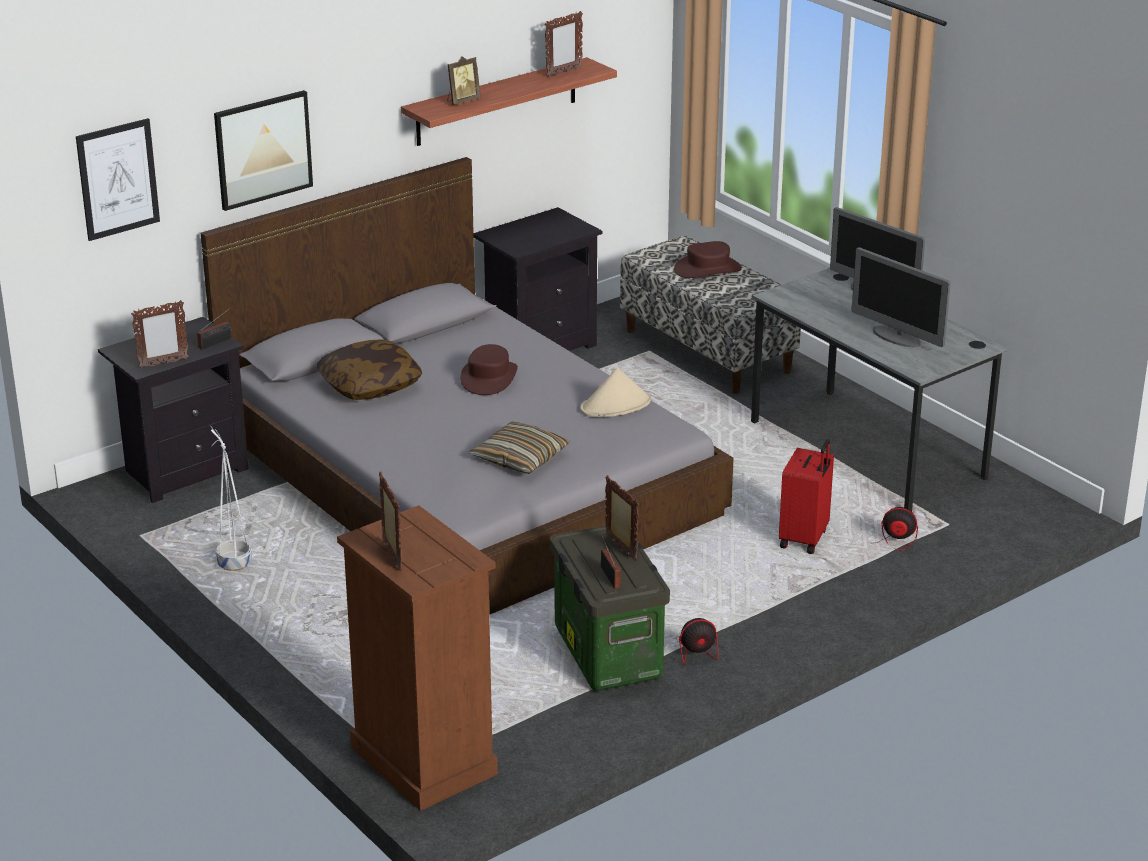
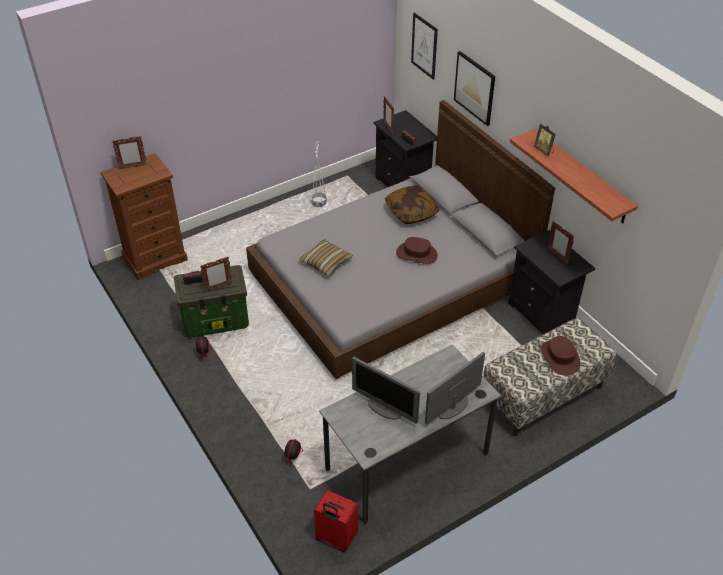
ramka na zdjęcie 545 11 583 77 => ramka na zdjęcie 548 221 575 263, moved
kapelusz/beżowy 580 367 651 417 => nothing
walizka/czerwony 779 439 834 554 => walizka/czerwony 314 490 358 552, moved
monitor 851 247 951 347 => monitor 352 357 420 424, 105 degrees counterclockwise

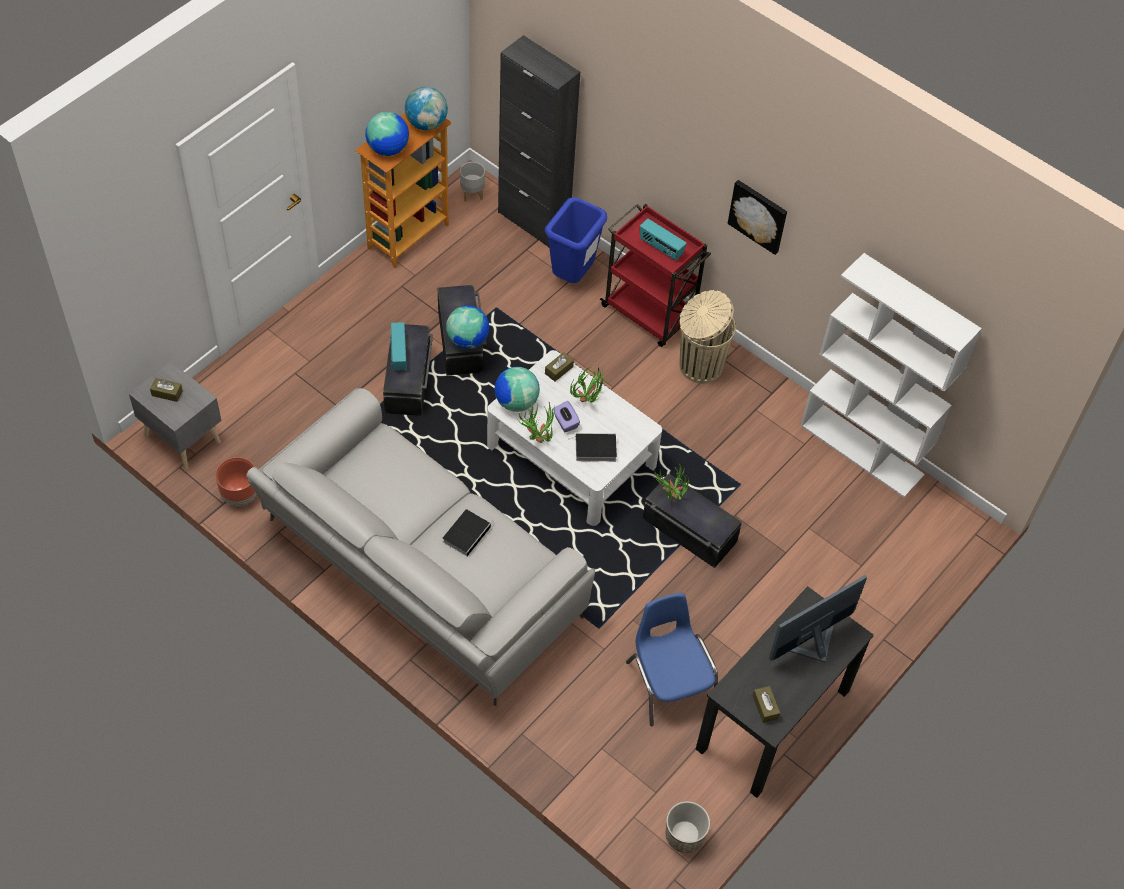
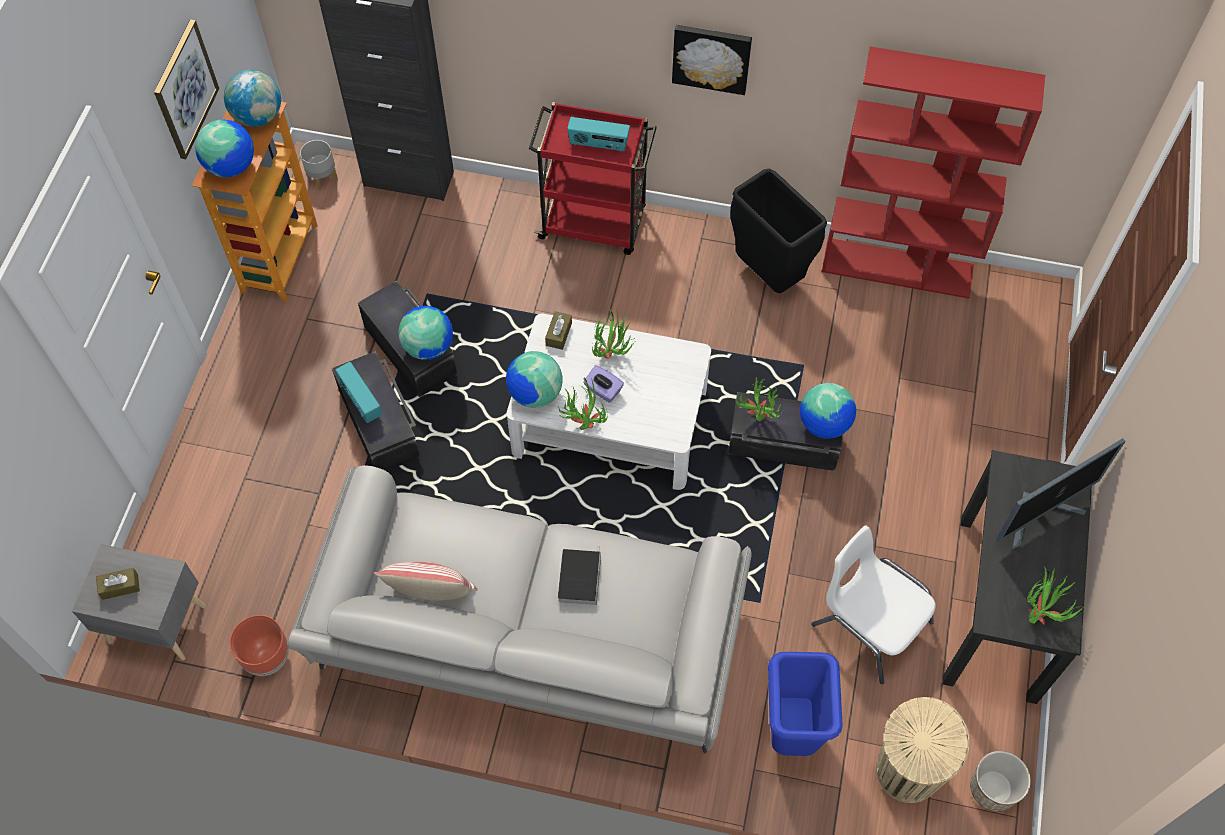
kosz na śmieci/niebieski 545 197 607 283 => kosz na śmieci/niebieski 768 652 843 756, moved
książka 568 433 617 462 => nothing
krzesło/niebieski 626 593 718 726 => krzesło/biały 811 525 936 684
kosz na śmieci/beżowy 679 290 736 384 => kosz na śmieci/beżowy 877 697 970 803, moved
pudełko chusteczek/brązowy 753 686 780 723 => roślina doniczkowa 1027 566 1085 625
monitor 769 575 867 662 => monitor 996 438 1126 549, 150 degrees counterclockwise
regał/biały 800 253 982 497 => regał/czerwony 822 46 1045 299
nothing => obraz 154 19 219 159
nothing => poduszka 374 562 477 601
nothing => kosz na śmieci/czarny 730 169 827 294
nothing => globus 800 383 856 439

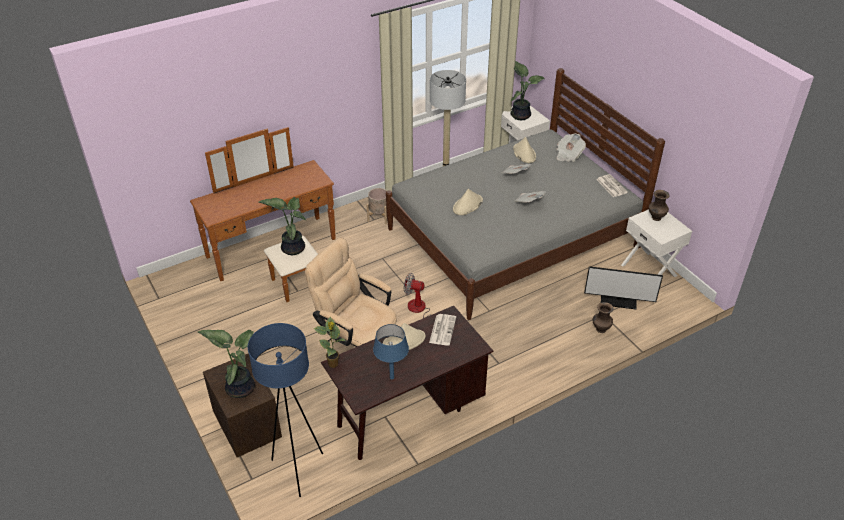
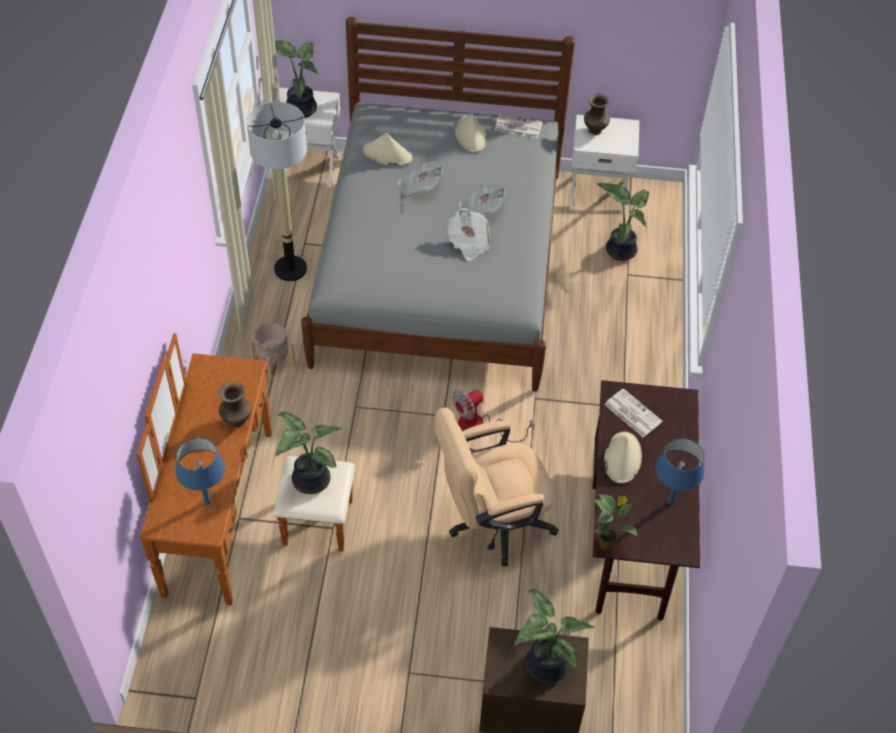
lampa stojąca/niebieski 248 323 323 497 => nothing
kapelusz/beżowy 453 189 483 215 => kapelusz/beżowy 455 114 486 153, moved
gazeta 556 133 586 162 => gazeta 448 208 490 261, moved
monitor 584 266 663 309 => roślina doniczkowa 597 183 649 261
wazon/brązowy 593 302 614 333 => wazon/brązowy 219 382 251 428, moved
nothing => lampa stołowa/niebieski 176 438 225 505

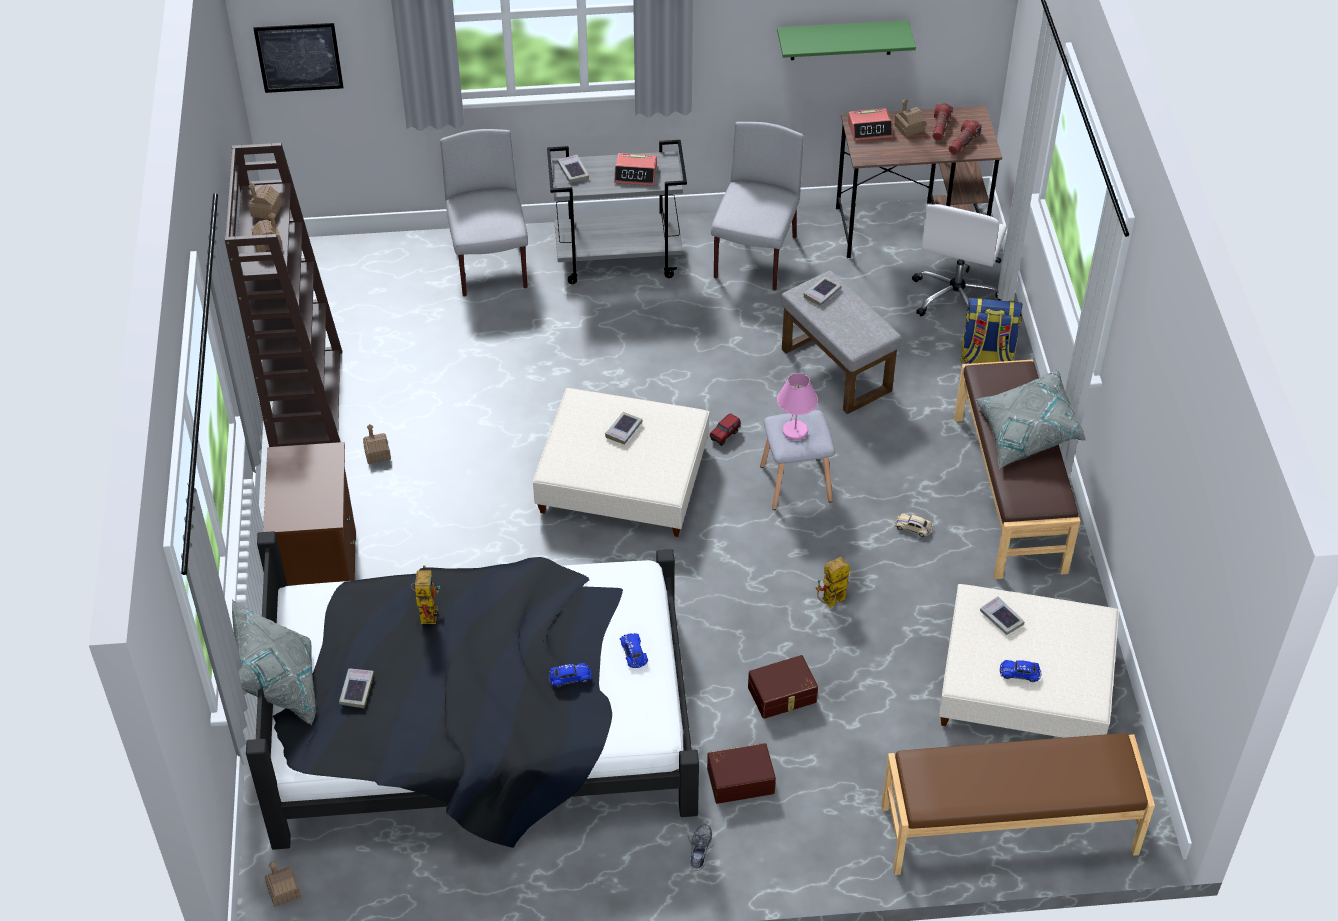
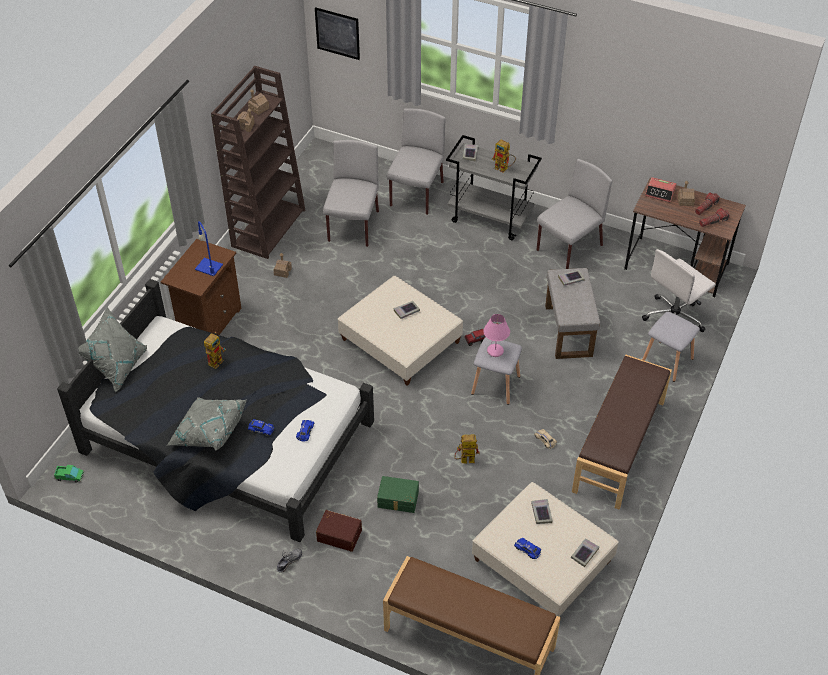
domek 265 862 301 907 => ciężarówka zabawkowa 54 465 84 483
książka 339 669 374 708 => książka 571 538 599 567, moved
budzik 614 153 657 186 => robot zabawkowy 492 139 516 173
pojemnik do przechowywania/brązowy 748 655 818 719 => pojemnik do przechowywania/zielony 377 476 419 513
półka/zielony 777 20 916 60 => nothing
plecak 960 298 1023 364 => stołek/szary 642 312 700 382
poduszka/szary 974 370 1086 469 => poduszka/szary 166 397 247 451, moved
nothing => lampa stołowa/niebieski 195 221 223 276
nothing => krzesło/szary 323 140 379 247

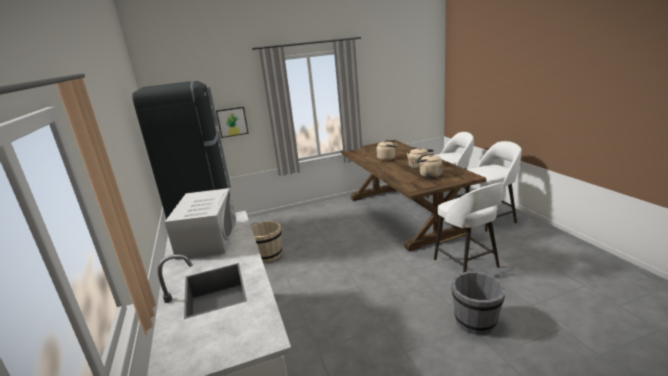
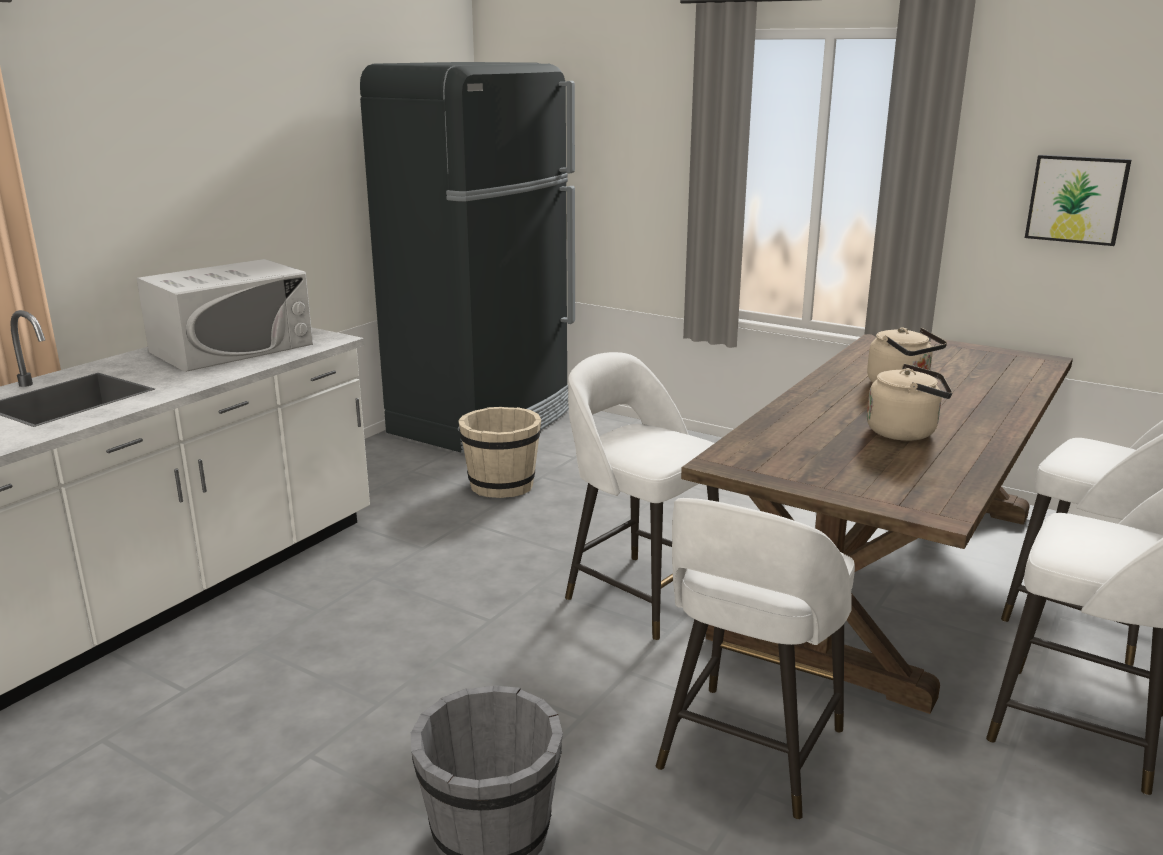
obraz 216 107 249 138 => obraz 1025 155 1132 246, moved
czajnik/beżowy 416 153 443 178 => nothing
nothing => stołek/biały 565 352 719 640

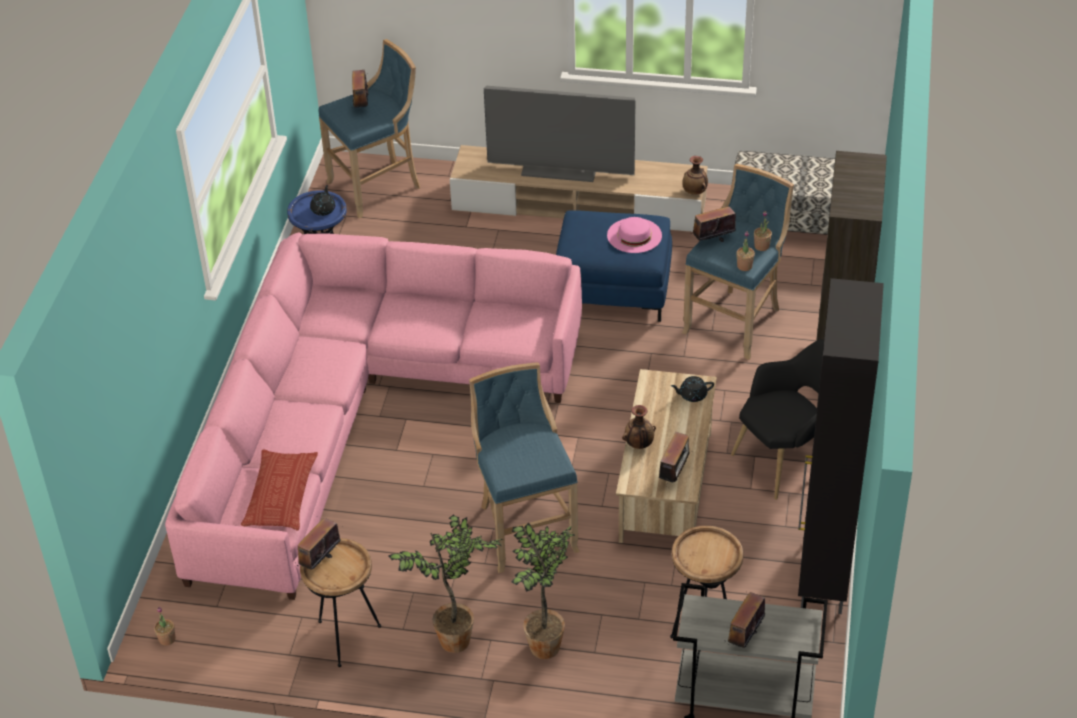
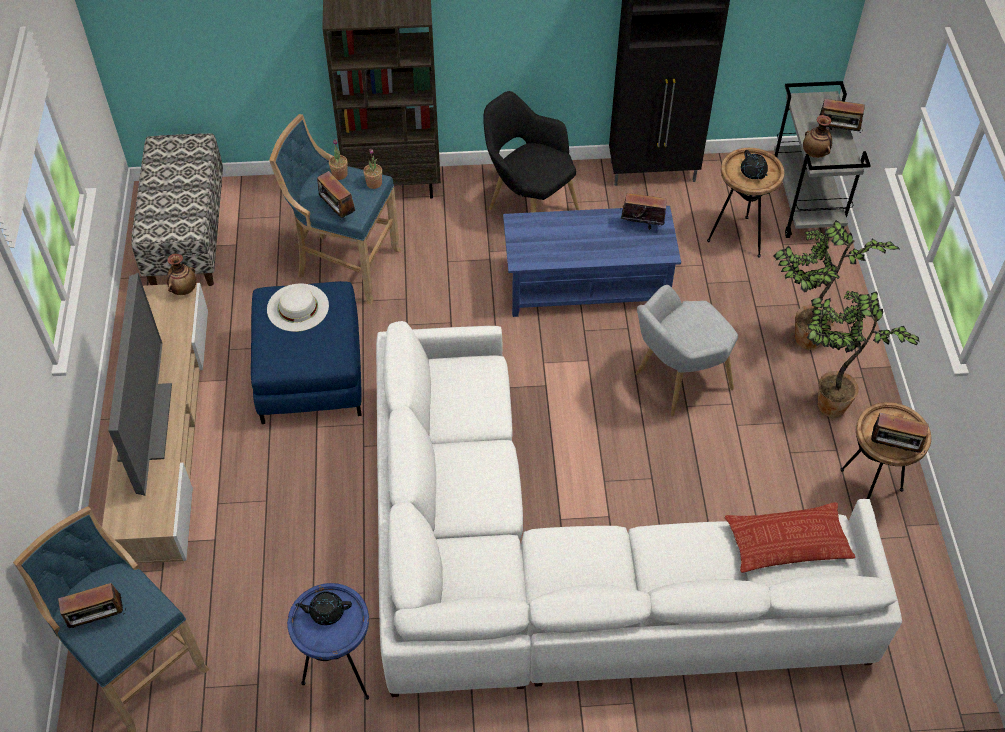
roślina doniczkowa 154 606 175 645 => nothing
kanapa/różowy 165 233 582 600 => kanapa/biały 376 321 902 697
stołek/niebieski 469 362 580 573 => fotel/szary 636 285 738 417
kapelusz/różowy 607 217 662 253 => kapelusz/biały 267 284 329 332
ława/beżowy 616 369 717 543 => ława/niebieski 503 206 681 317
wazon 622 405 656 449 => wazon 803 115 832 158, moved
imbryk/czarny 671 376 714 402 => imbryk/czarny 741 150 768 179, moved

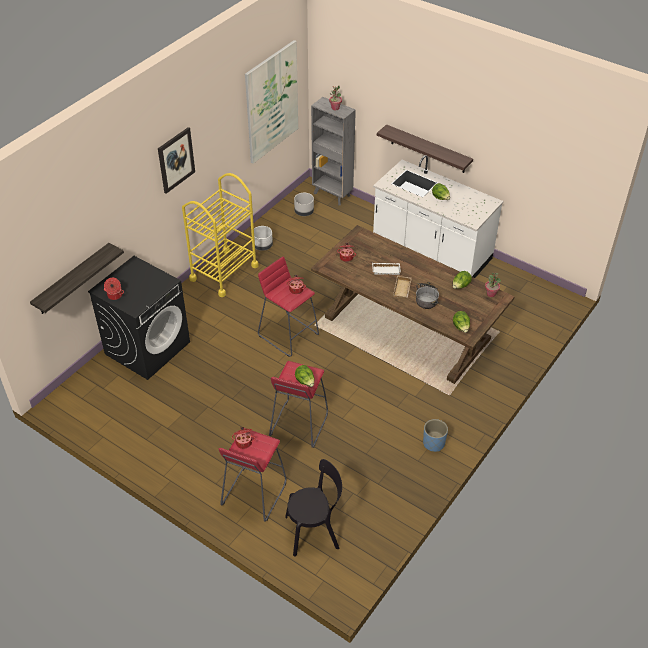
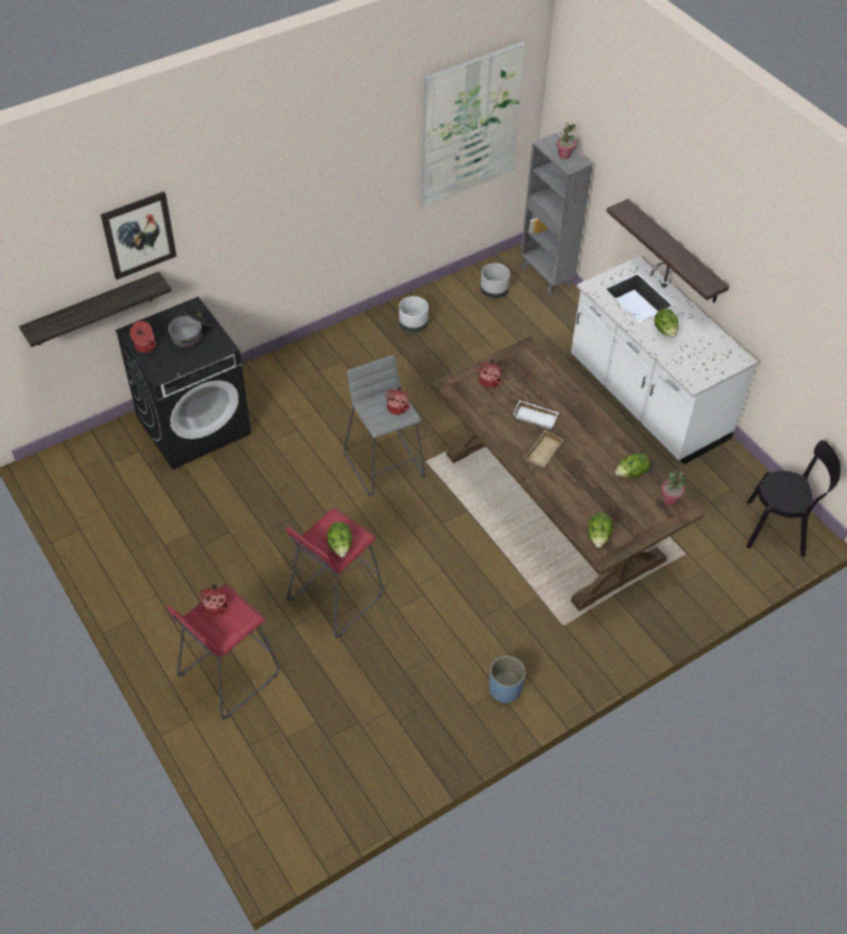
obraz 158 127 195 194 => obraz 101 191 177 280, moved
wózek/żółty 182 173 259 297 => nothing
stołek/czerwony 258 256 319 357 => stołek/szary 343 355 425 496
krzesło/czarny 285 459 342 557 => krzesło/czarny 746 440 841 557, moved
garnek 416 282 439 309 => garnek 168 310 212 349, moved

